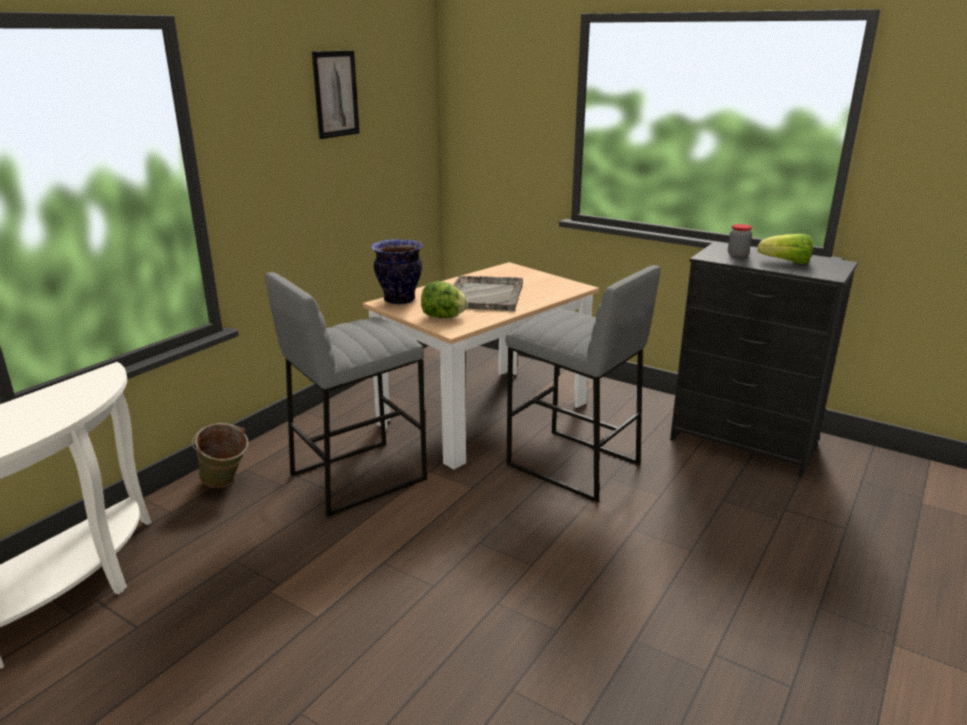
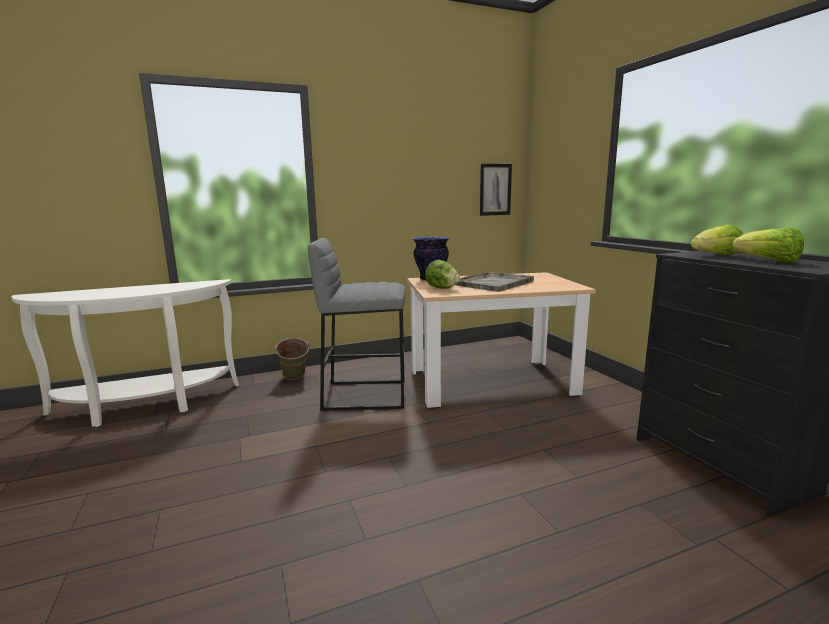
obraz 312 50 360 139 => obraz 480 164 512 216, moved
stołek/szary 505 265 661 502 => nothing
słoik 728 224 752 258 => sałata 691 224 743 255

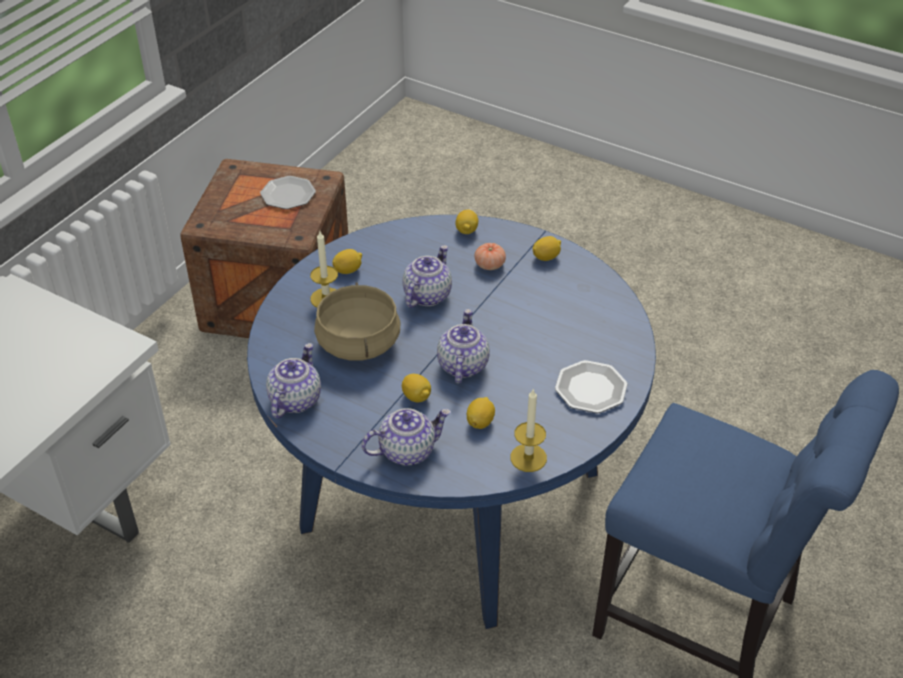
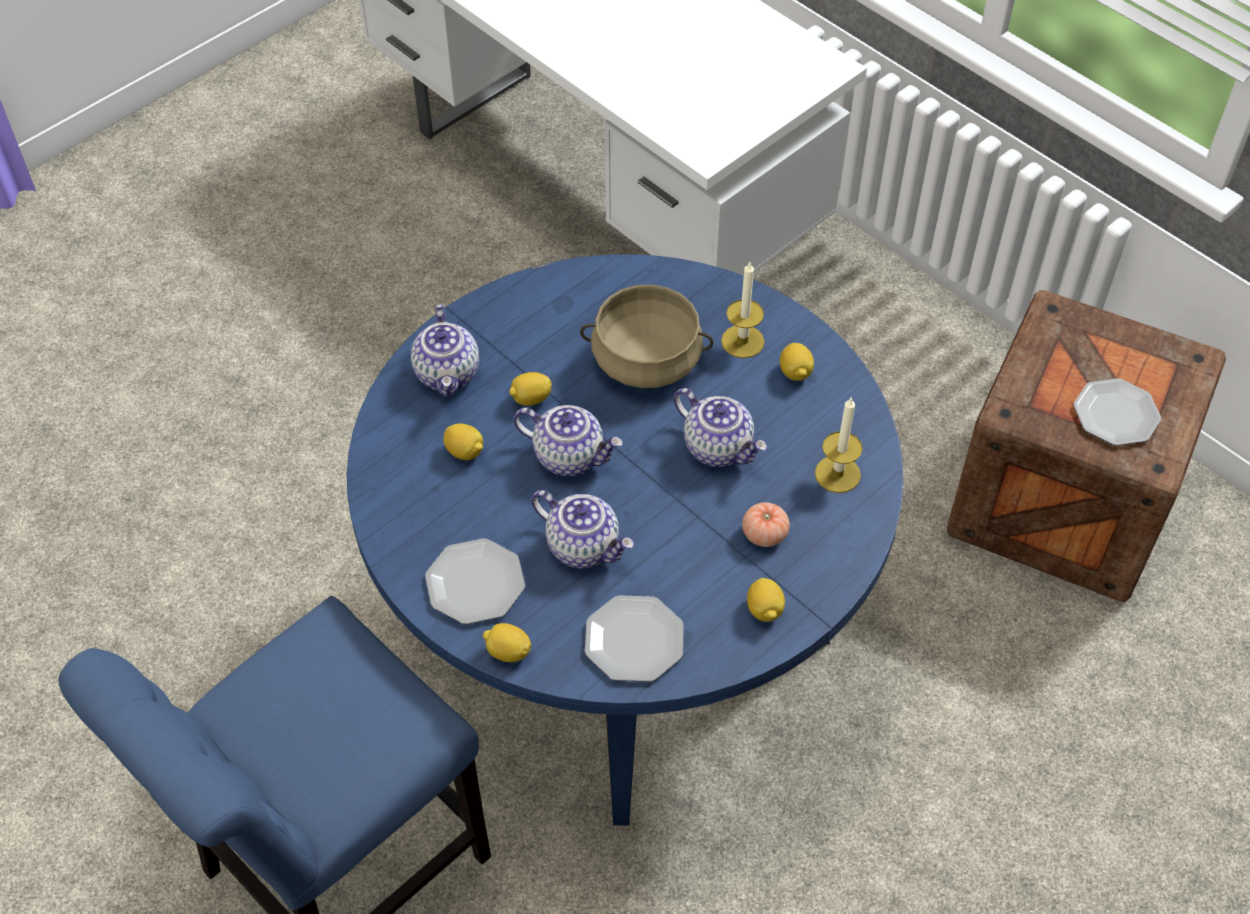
imbryk 266 343 321 418 => imbryk 531 490 634 568, moved
cytryna 455 210 478 234 => cytryna 483 623 531 662, moved
świeca 510 388 547 472 => świeca 815 397 863 493, moved
nothing => talerz 585 595 684 682

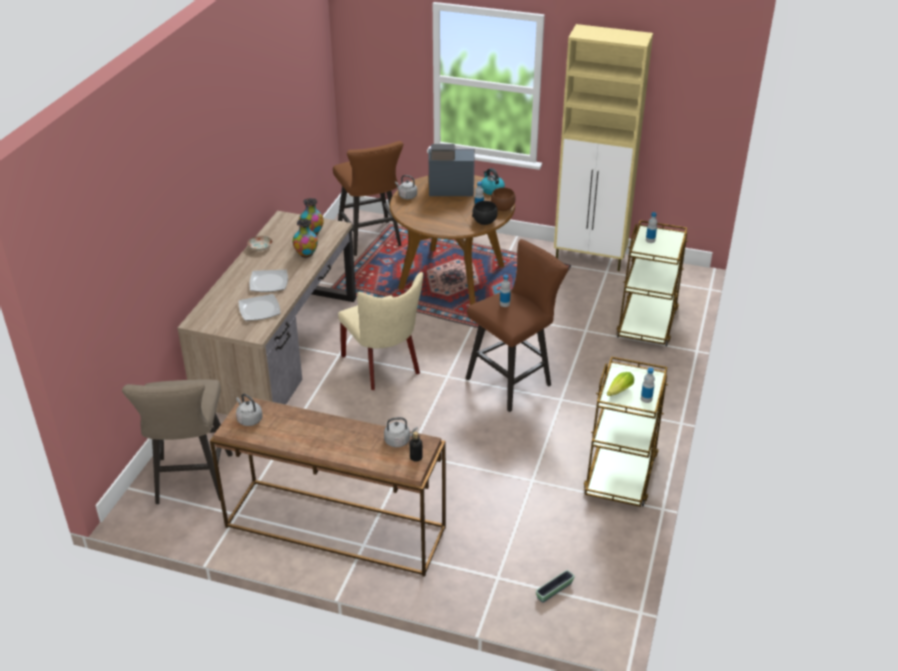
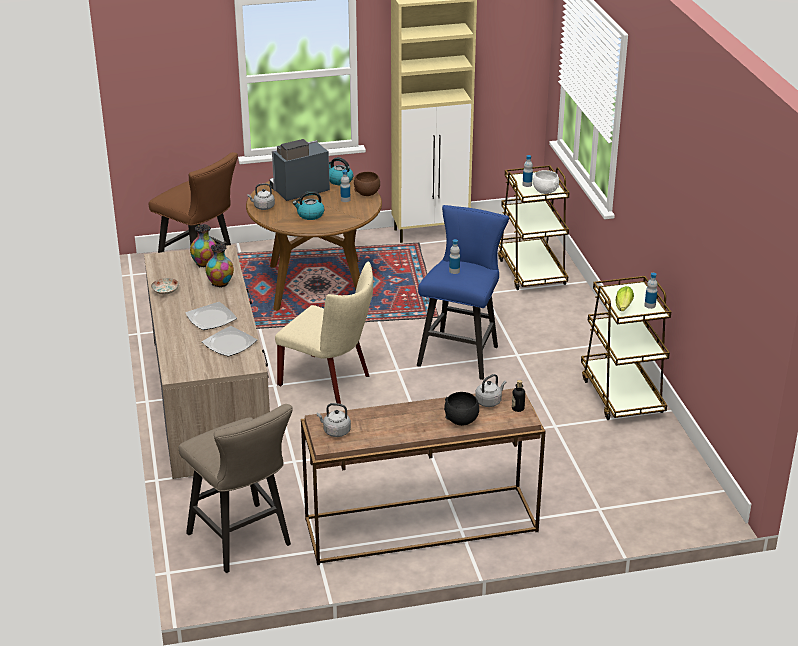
stołek/brązowy 466 239 569 412 => stołek/niebieski 417 205 509 380
miska/czarny 472 201 498 225 => miska/czarny 444 392 479 426, moved
donica 536 570 575 603 => nothing
nothing => czajnik 293 191 324 220
nothing => miska/biały 533 170 559 194

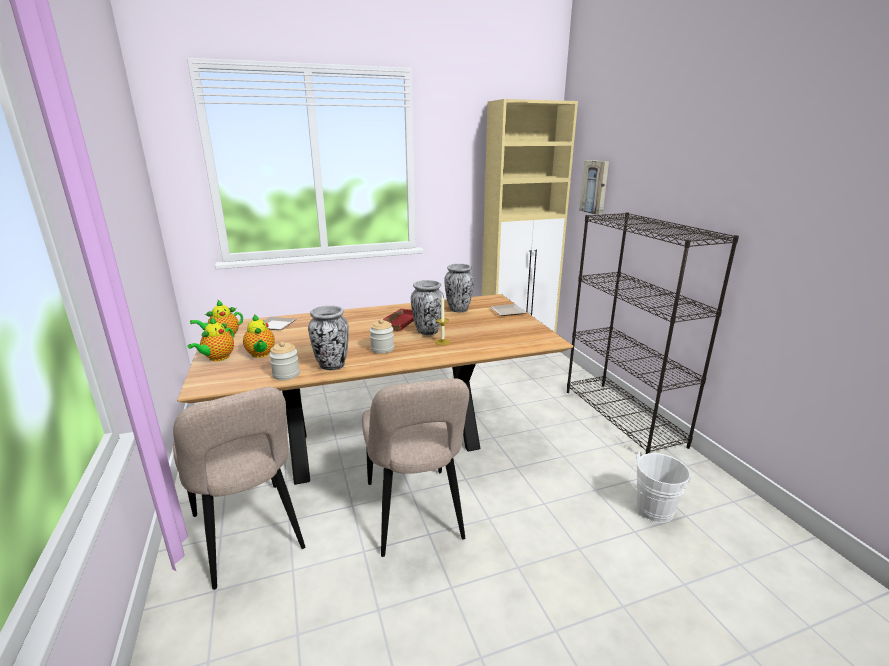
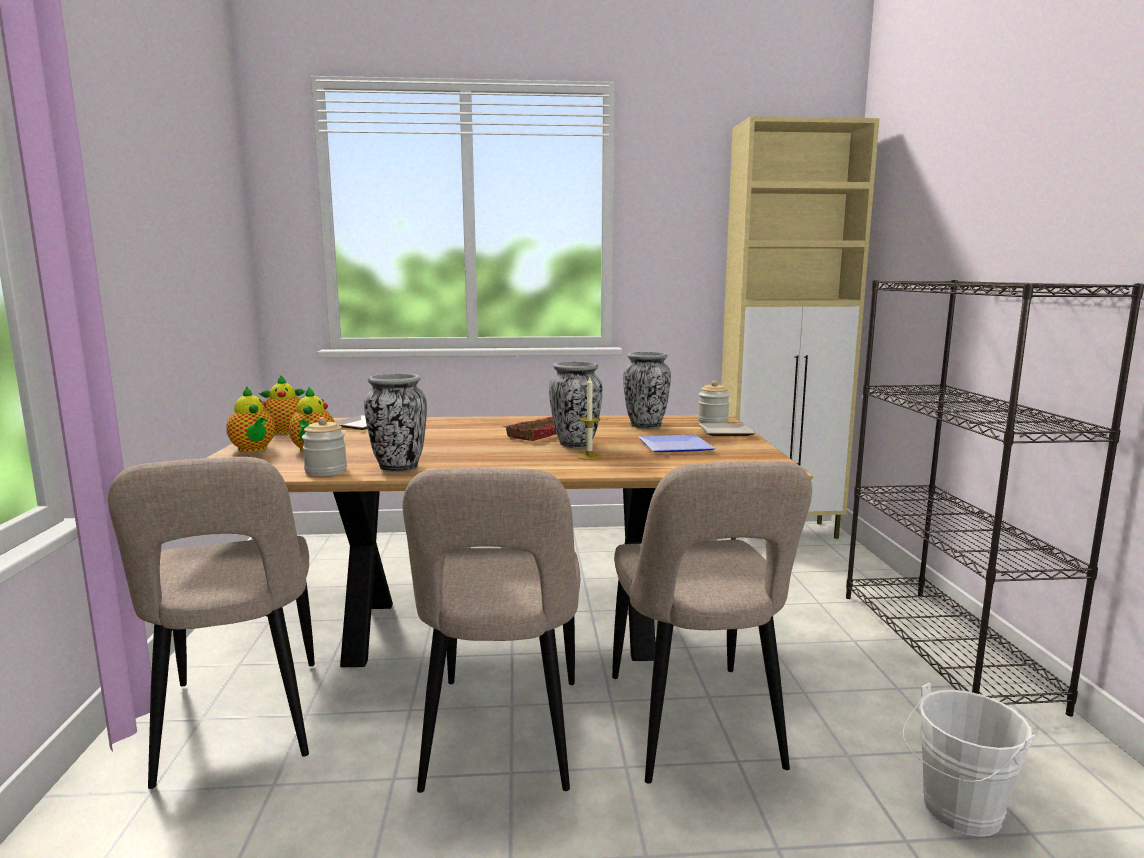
imbryk 187 317 234 361 => imbryk 226 387 275 452, 75 degrees counterclockwise
słoik 369 319 394 354 => słoik 698 381 730 423, moved
obraz 579 160 609 215 => nothing
nothing => krzesło/beżowy 612 461 812 784
nothing => talerz 639 434 715 452

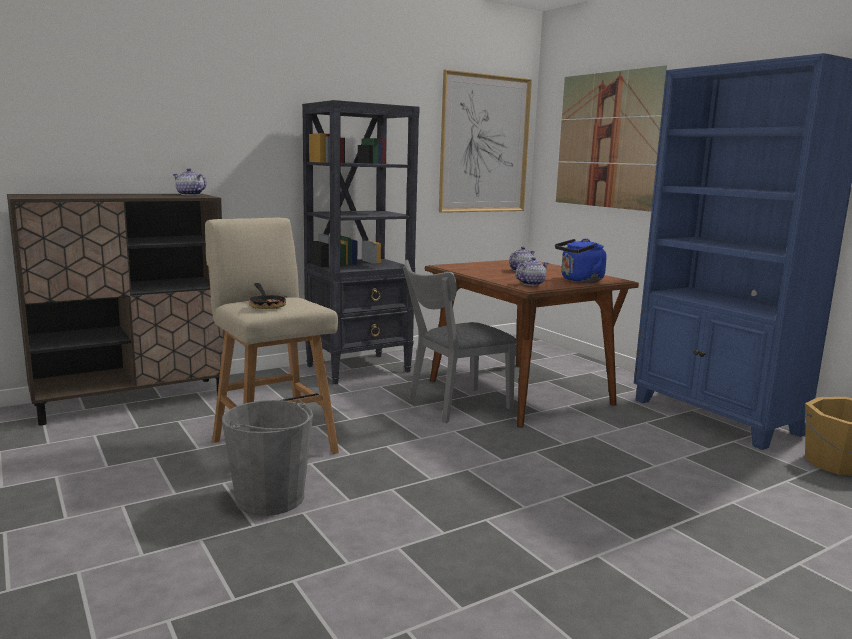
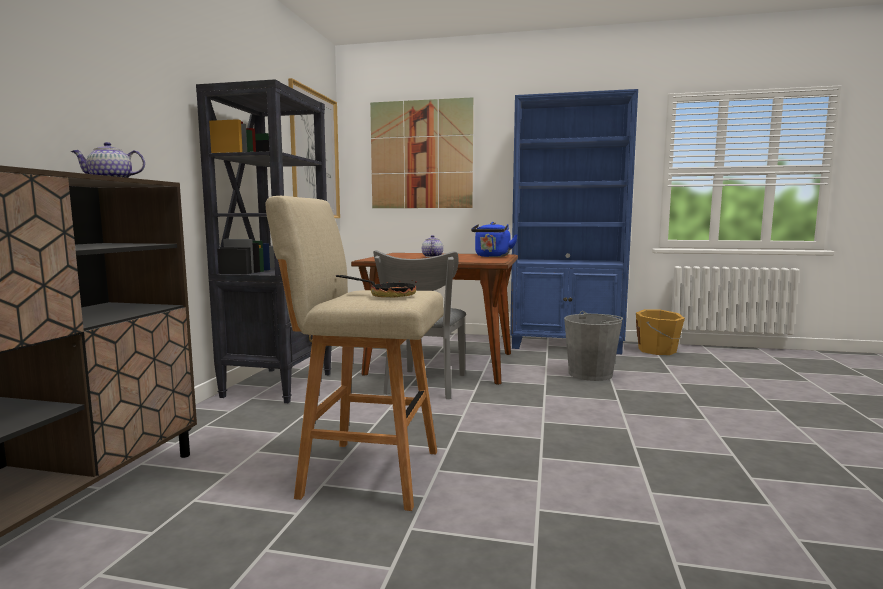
wiadro/szary 222 399 313 516 => wiadro/szary 564 311 623 381, moved
imbryk 515 257 548 286 => nothing

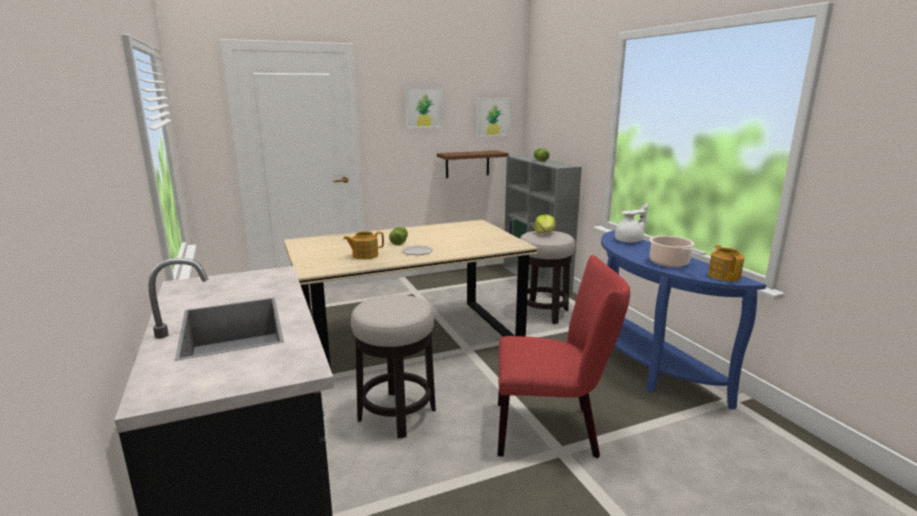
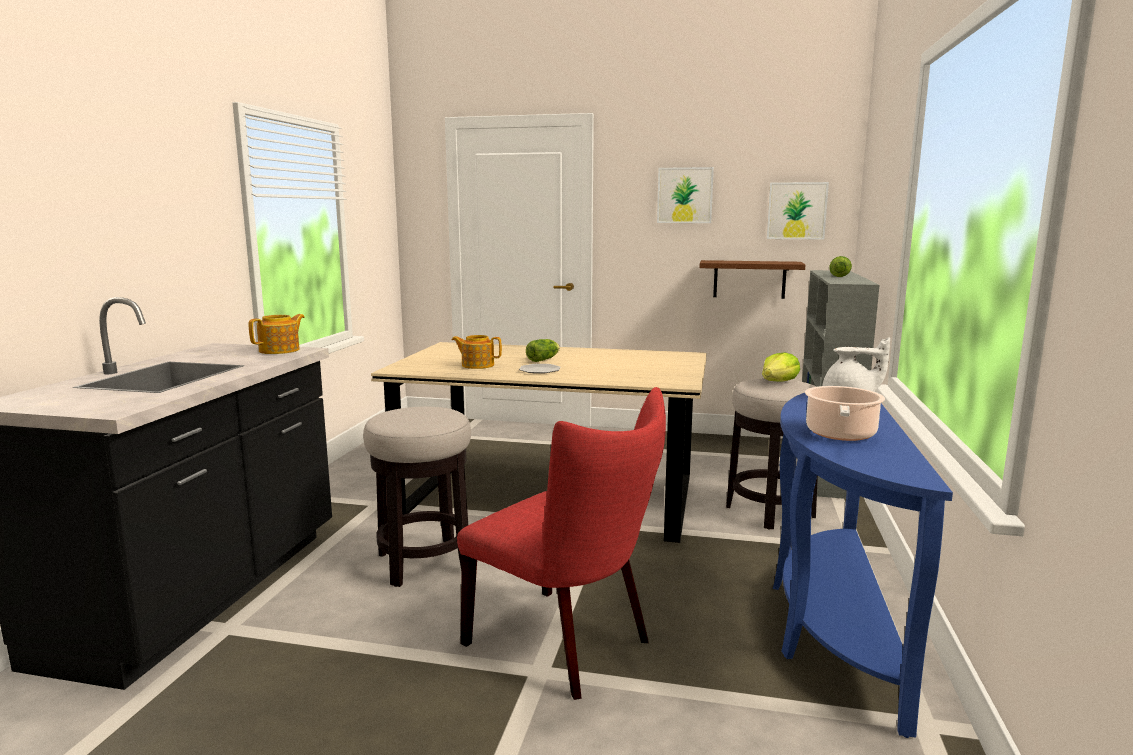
imbryk 708 245 744 281 => imbryk 248 314 305 354, moved

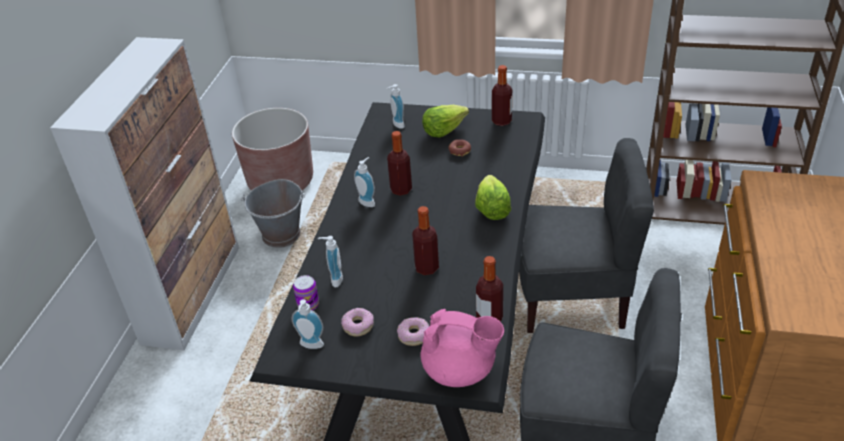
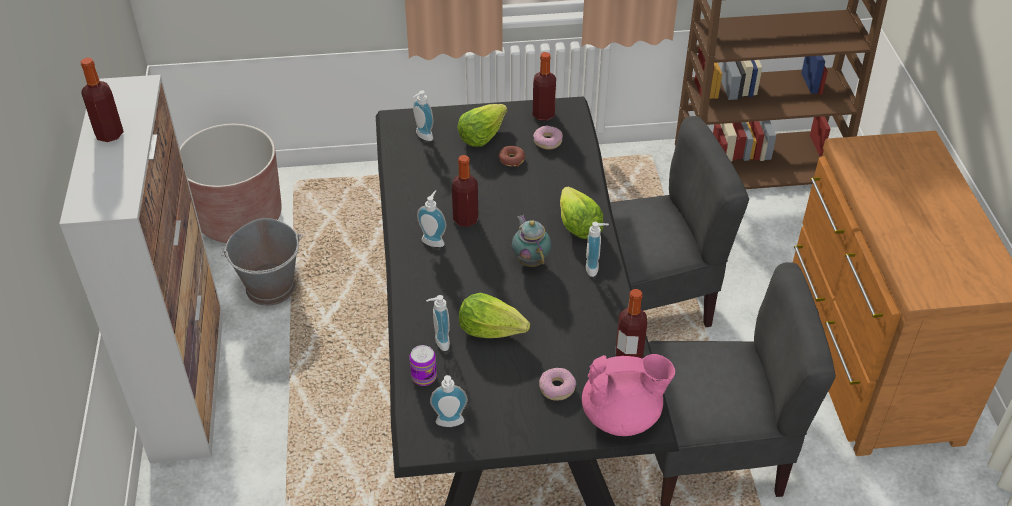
donut 341 308 374 337 => donut 533 126 563 150, moved
butelka 412 206 439 275 => butelka 81 57 124 142, moved
nothing => sałata 459 293 530 338
nothing => imbryk 512 215 551 267
nothing => dozownik mydła 586 222 609 277

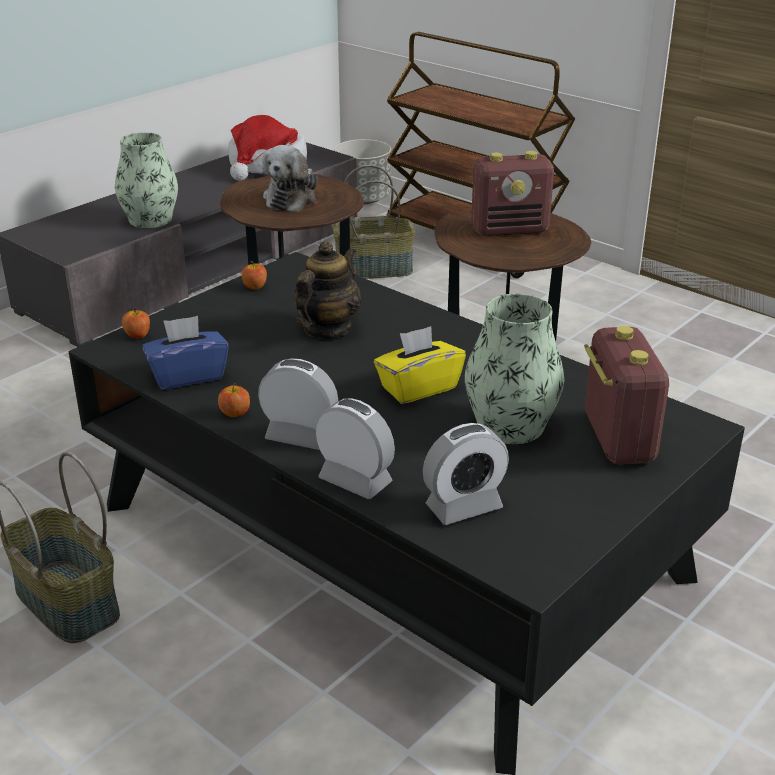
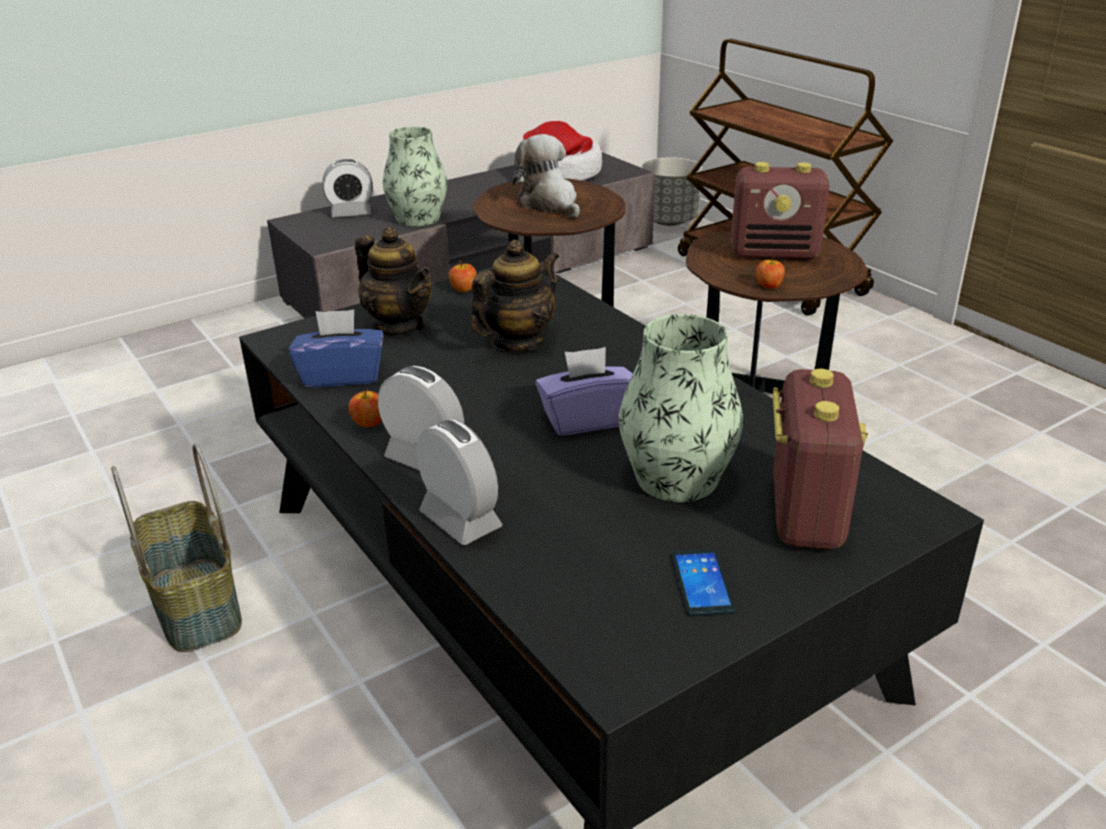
jabłko 122 309 150 338 => jabłko 756 257 785 289, moved
pluszak 262 145 318 212 => pluszak 513 134 580 217, 120 degrees clockwise
koszyk 332 165 415 279 => nothing
pudełko chusteczek/żółty 374 326 466 404 => pudełko chusteczek/fioletowy 535 347 633 435
budzik 423 423 509 525 => budzik 322 159 373 217, moved
nothing => imbryk 355 227 432 336
nothing => telefon 671 549 735 616

